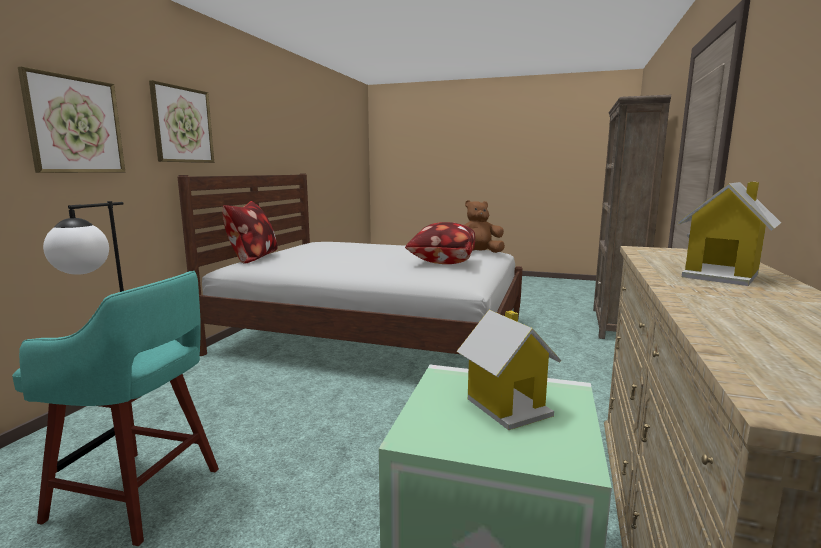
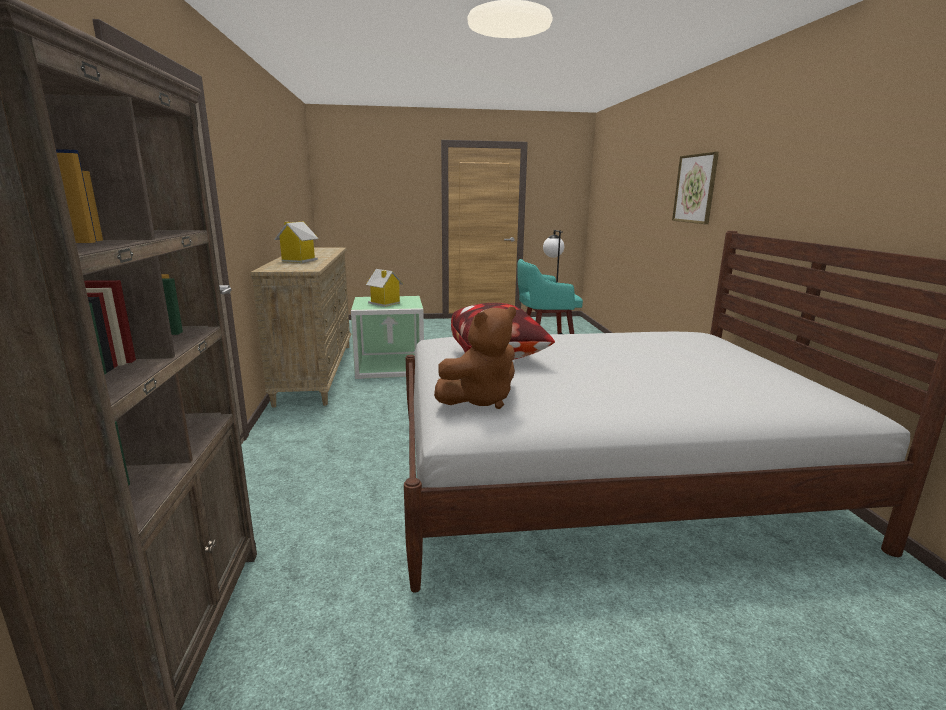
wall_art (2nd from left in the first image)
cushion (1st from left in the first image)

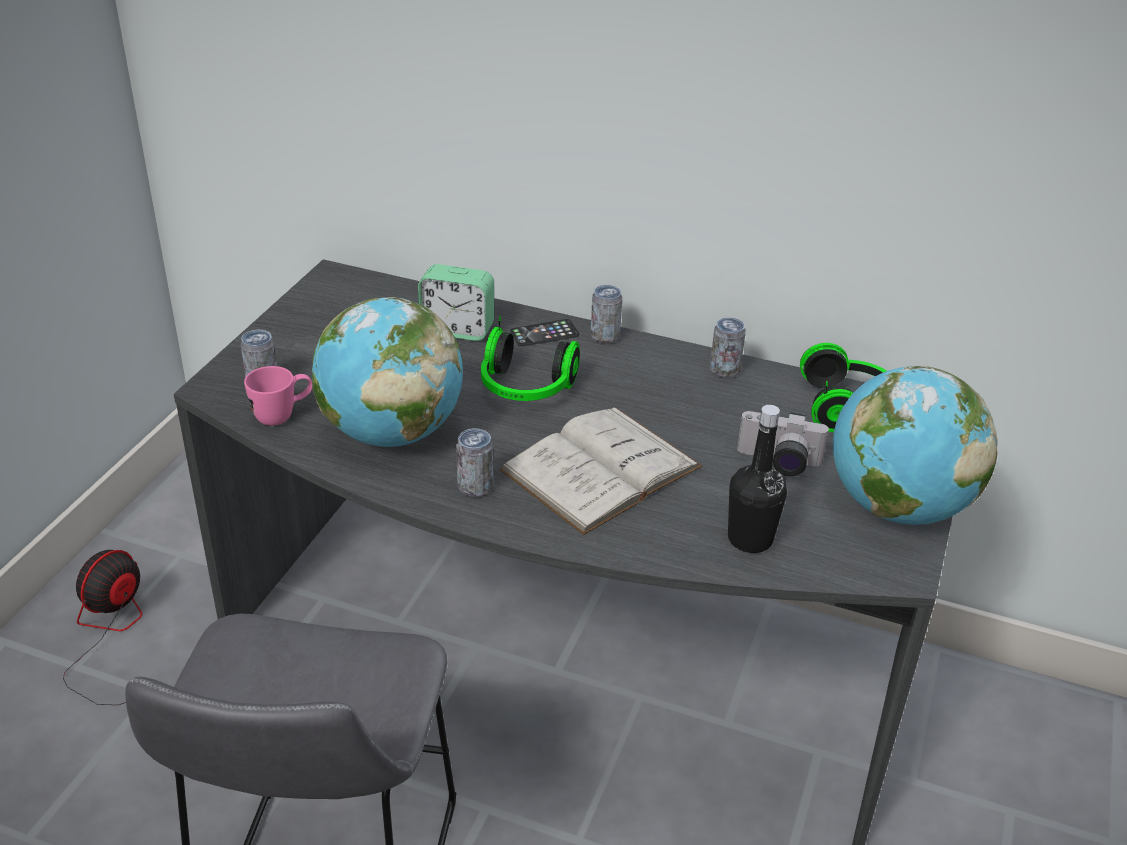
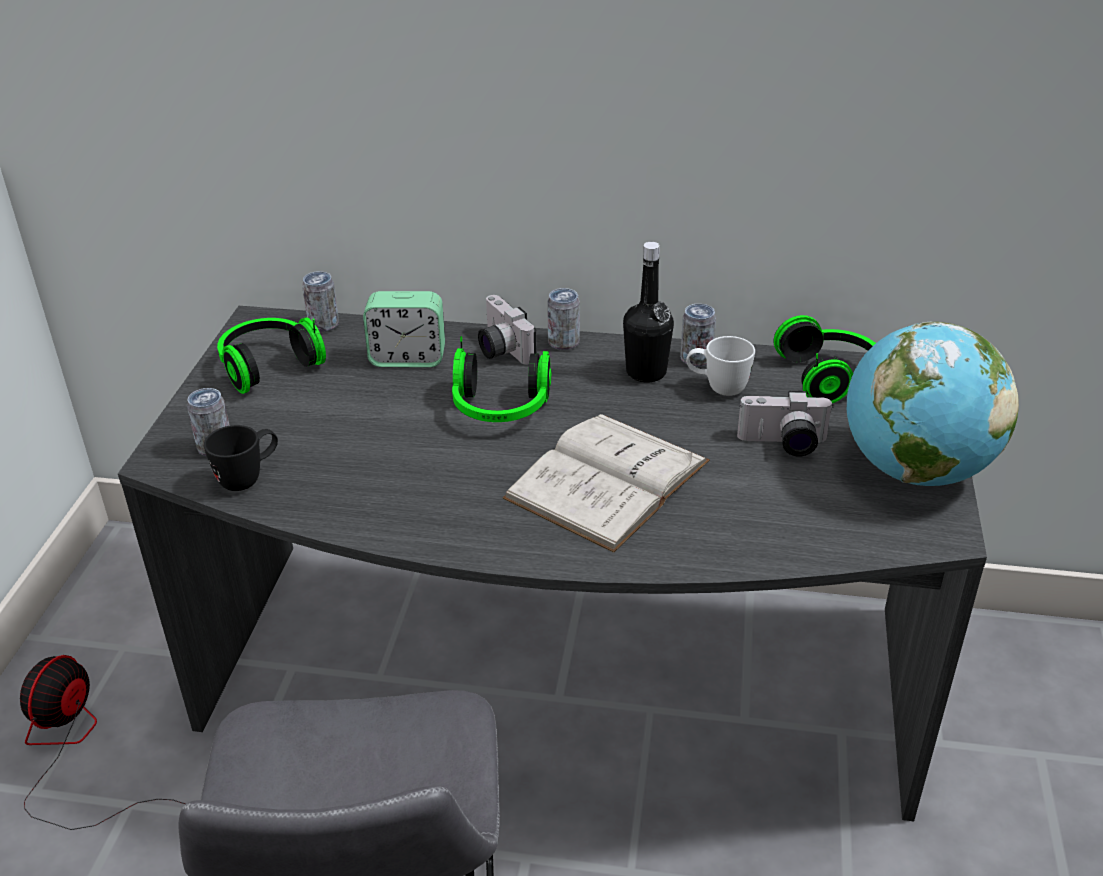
black_coffee_mug
world_globe (1st from left in the first image)
can (2nd from left)
photo_camera (1st from left)
black_drink_bottle
pair_of_headphones (1st from left)
white-coloured_coffee_mug

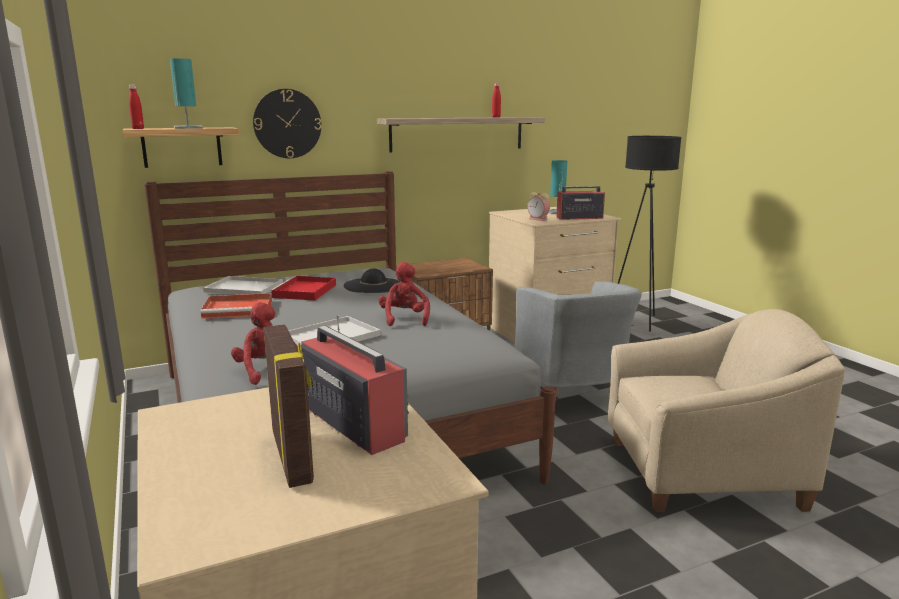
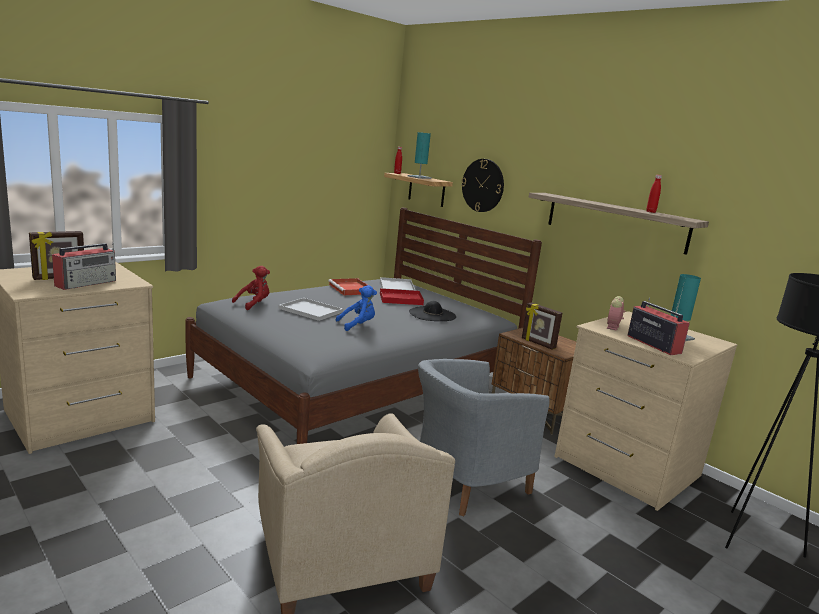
bluish_cuddly_toy
photo_frame (2nd from left)

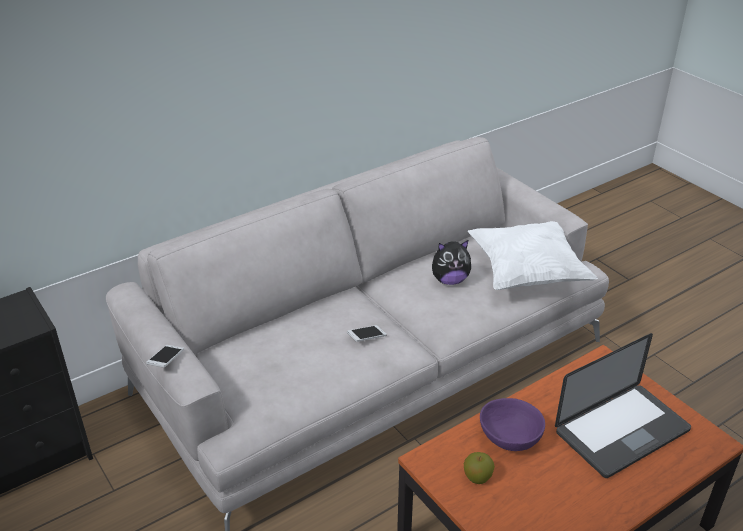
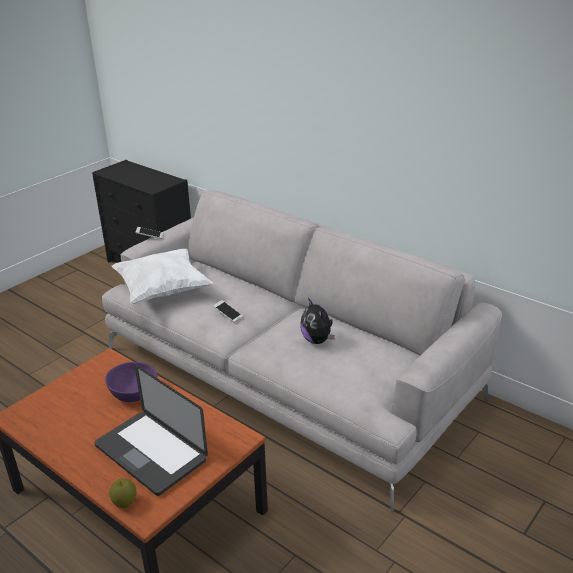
whole_apple
white-coloured_cushion

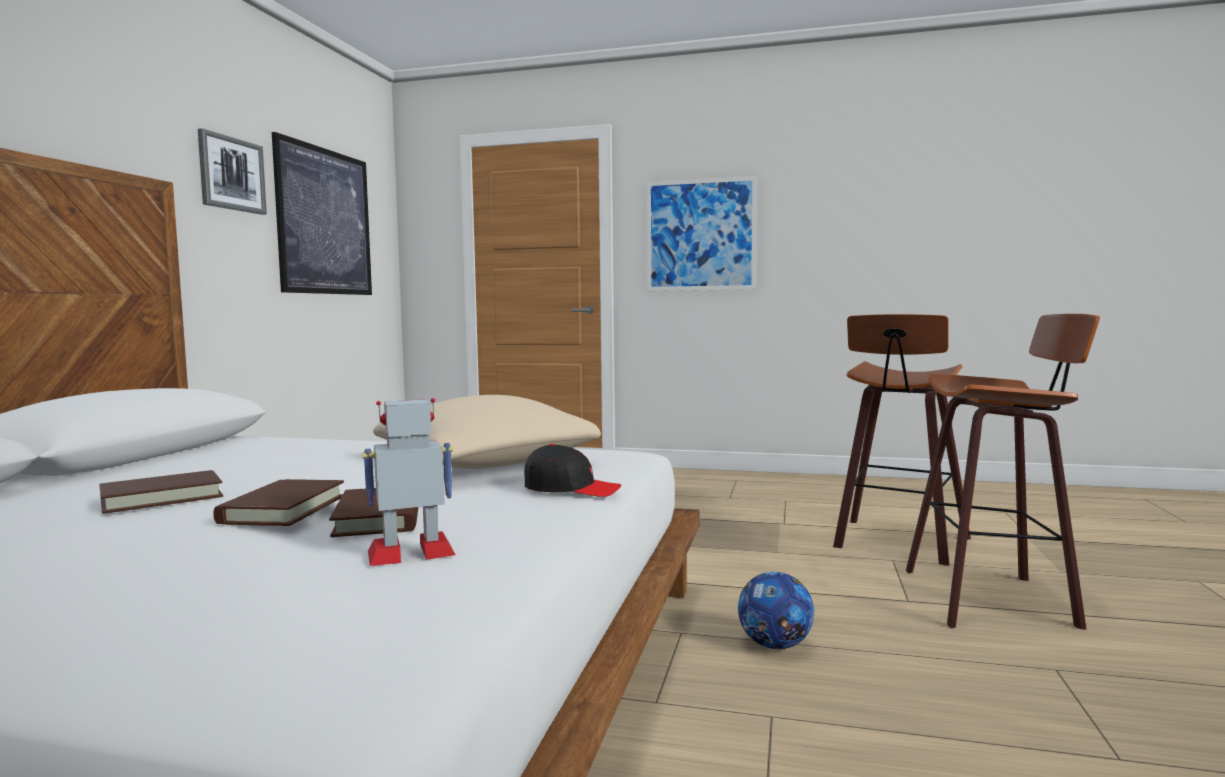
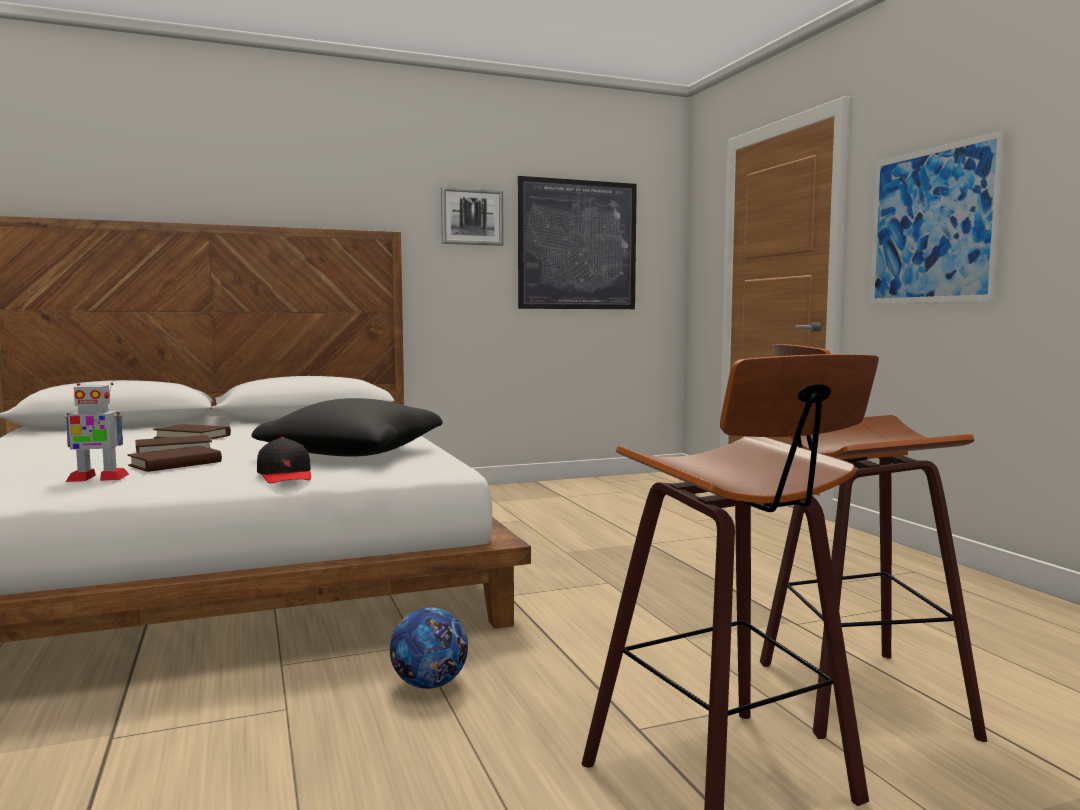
robot_figure
black_cushion

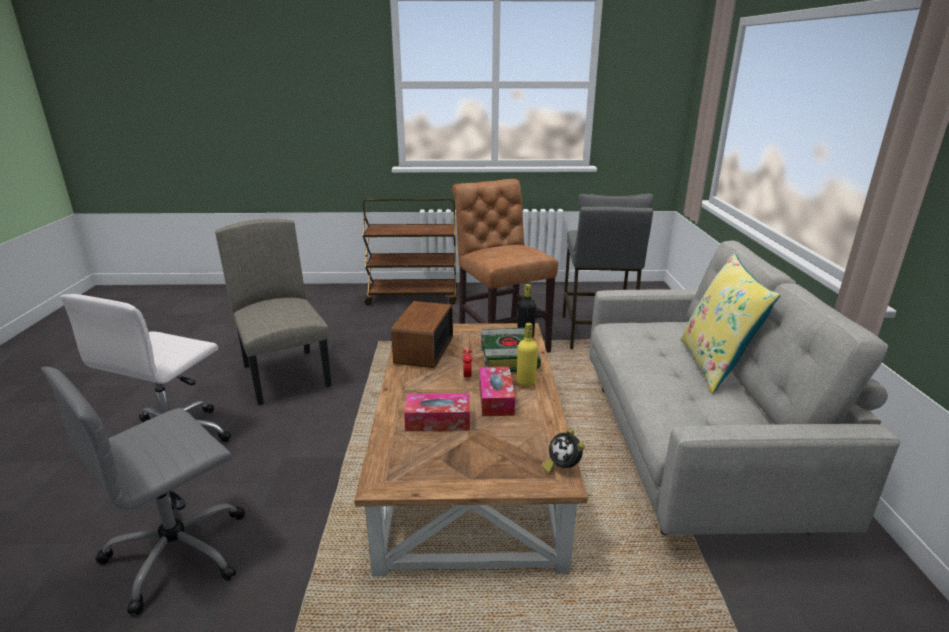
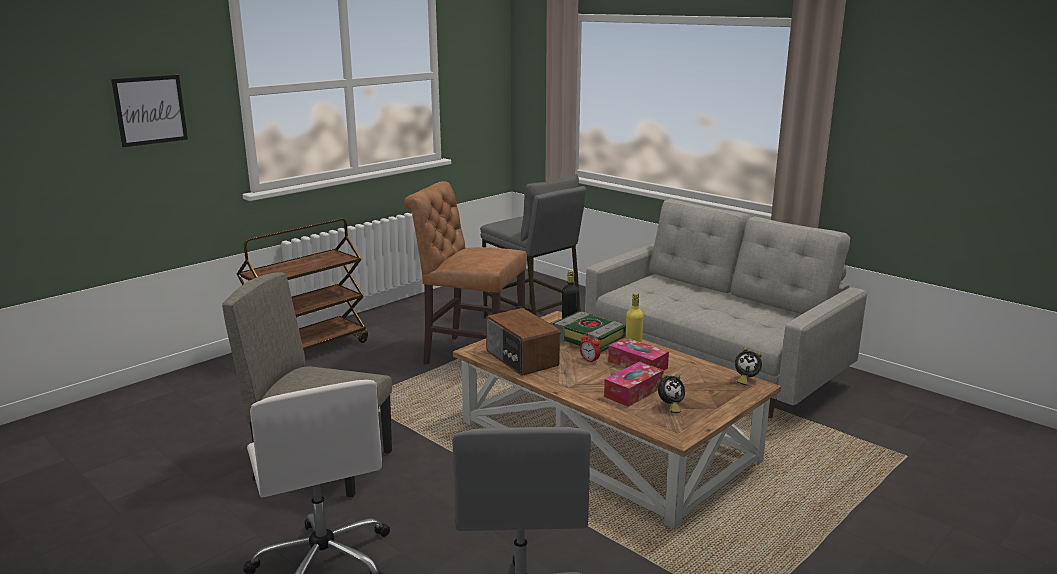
yellowish_cushion
wall_art
table_clock (2nd from left)

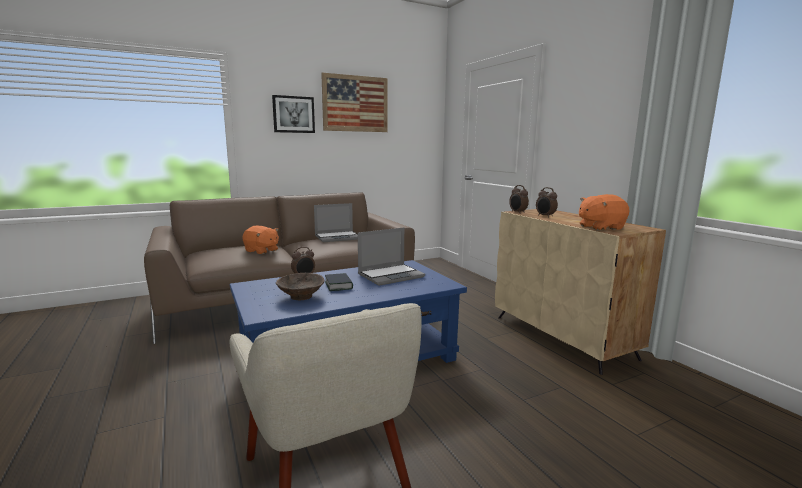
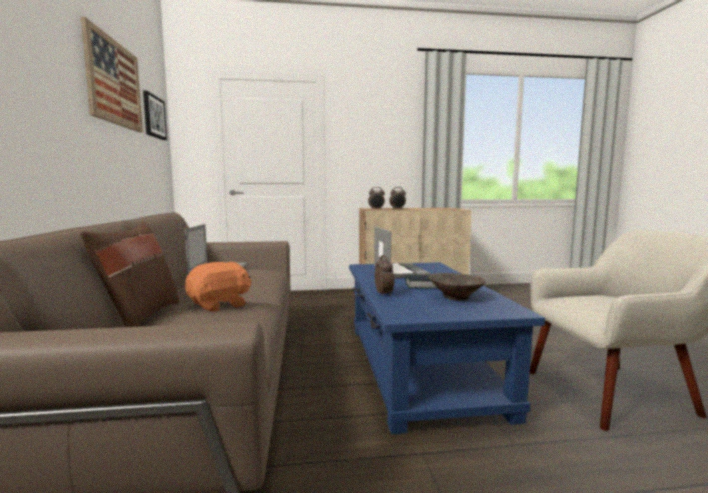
wall_art (2nd from left)
orangey_cuddly_toy (2nd from left in the first image)
brownish_cushion

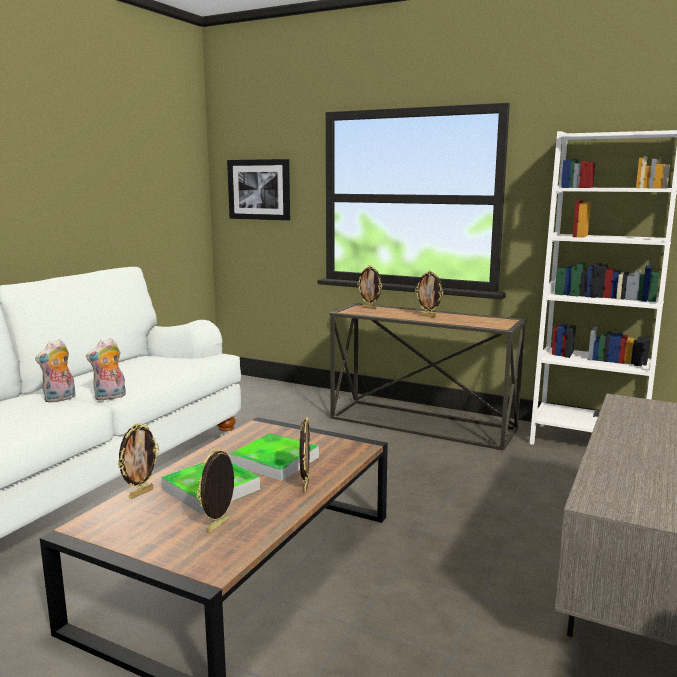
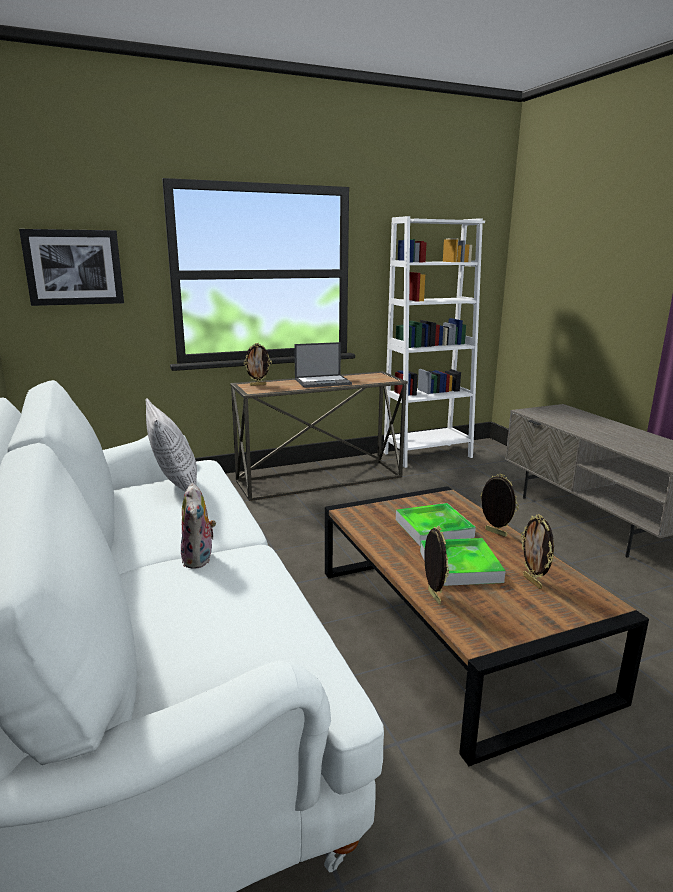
cuddly_toy (2nd from left in the first image)
portable_computer
cushion

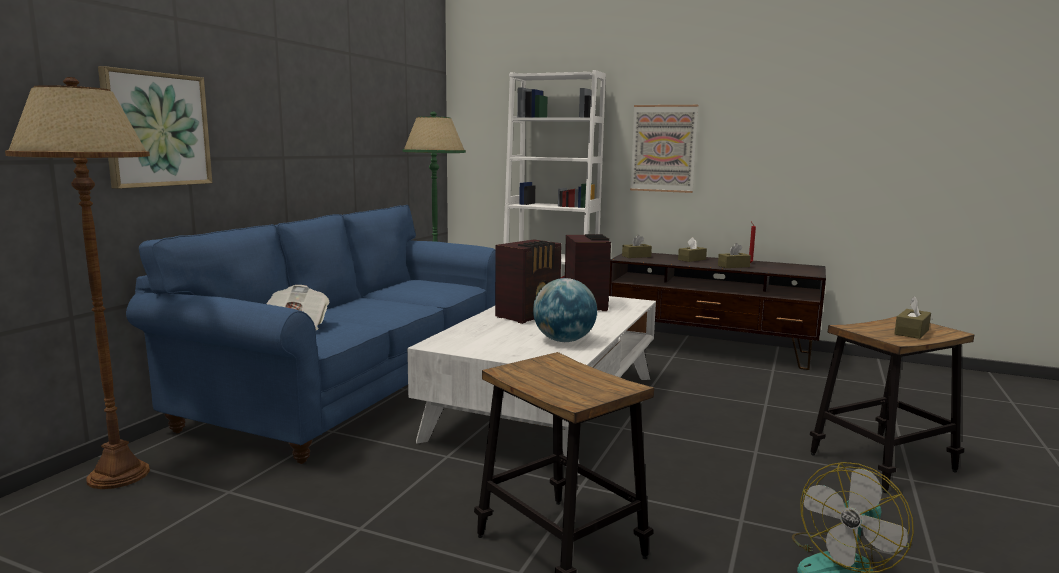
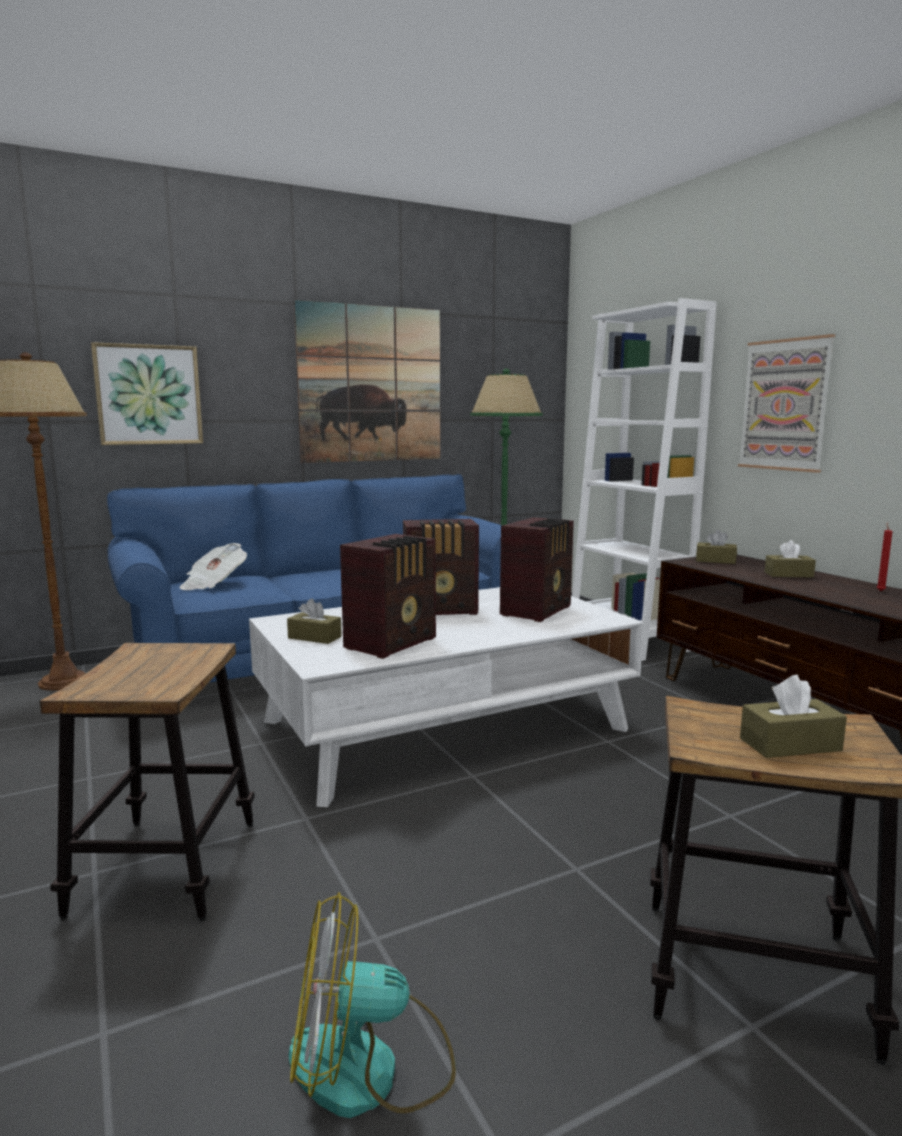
radio_receiver (1st from left)
brownish_box_of_tissues (1st from left)
wall_art (2nd from left)

